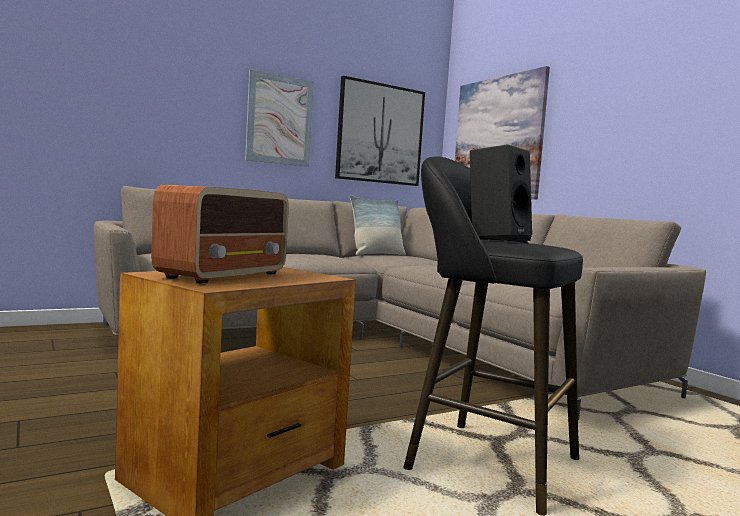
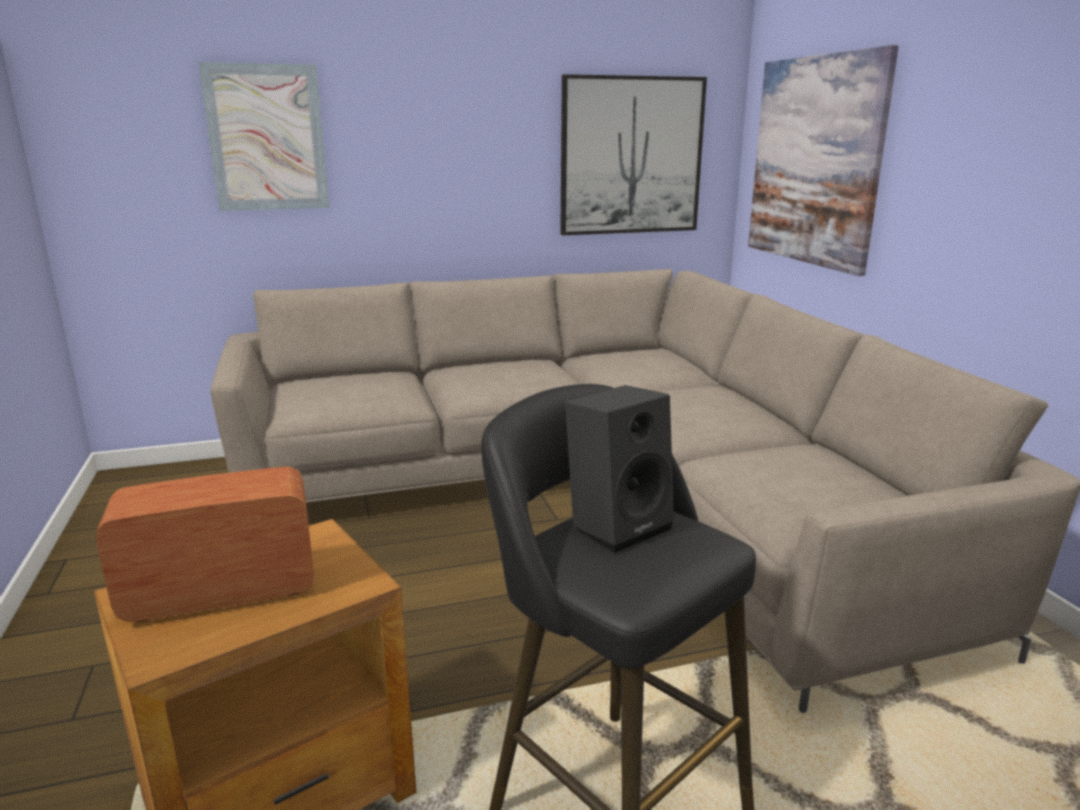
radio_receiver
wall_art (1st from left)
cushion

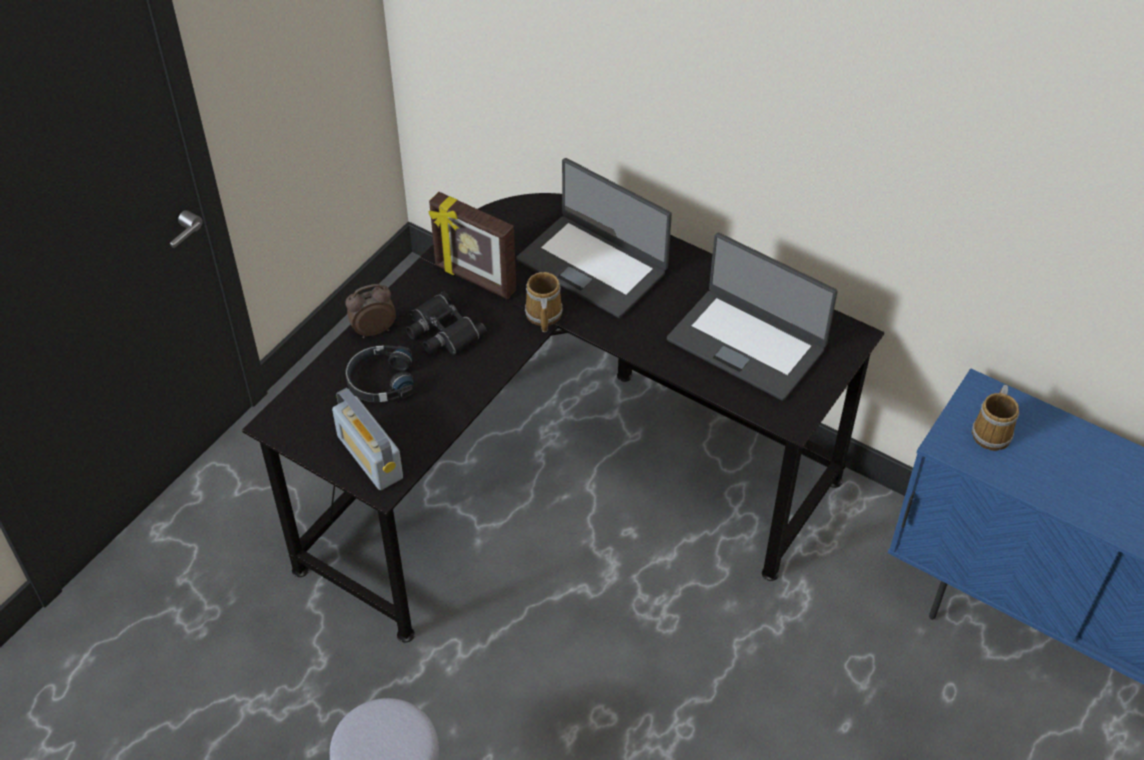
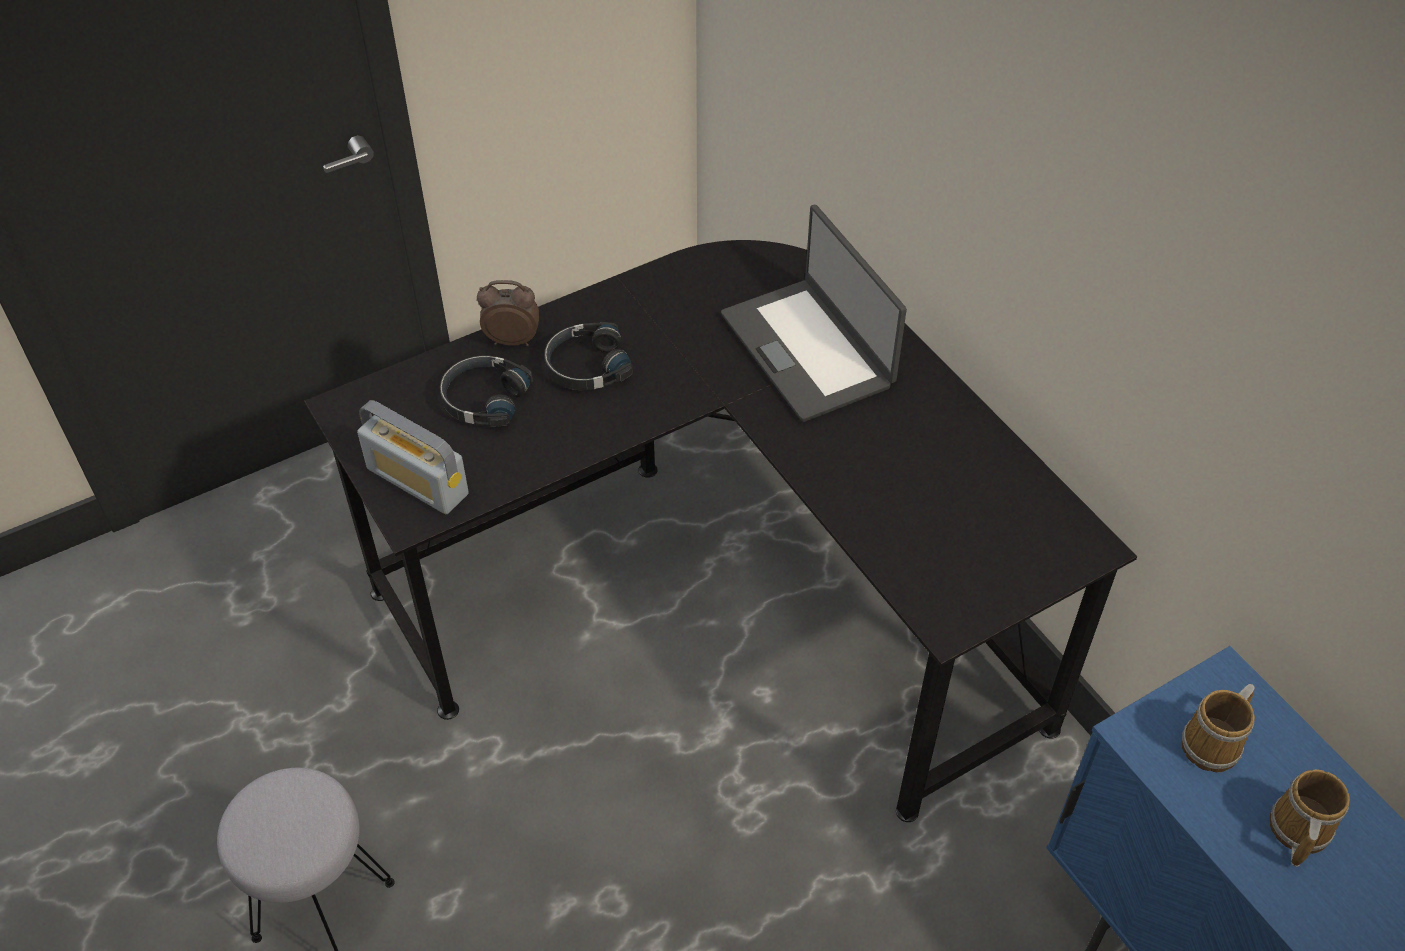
radio_receiver
black_pair_of_headphones (2nd from left)
photo_frame
coffee_mug (2nd from left)
portable_computer (2nd from left in the first image)

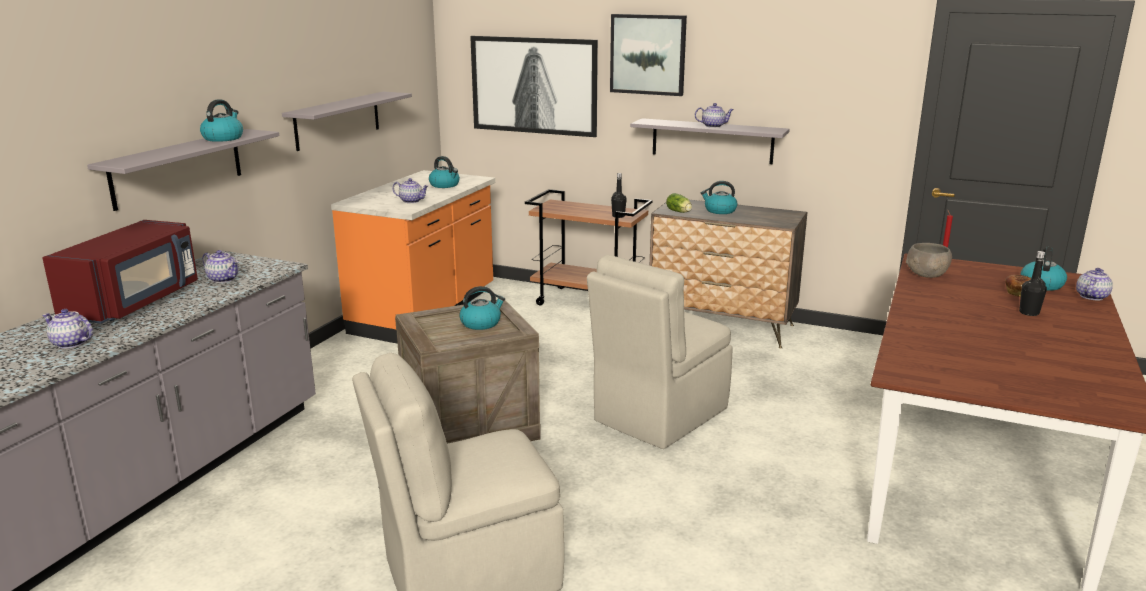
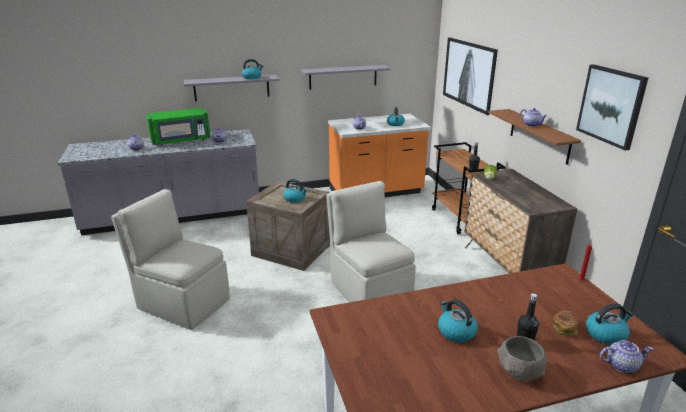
green-coloured_microwave_oven
sand-coloured_chair (2nd from left)
wall_art (2nd from left)
brownish_bracket_shelf
tea_kettle (4th from left)
greyish_bowl

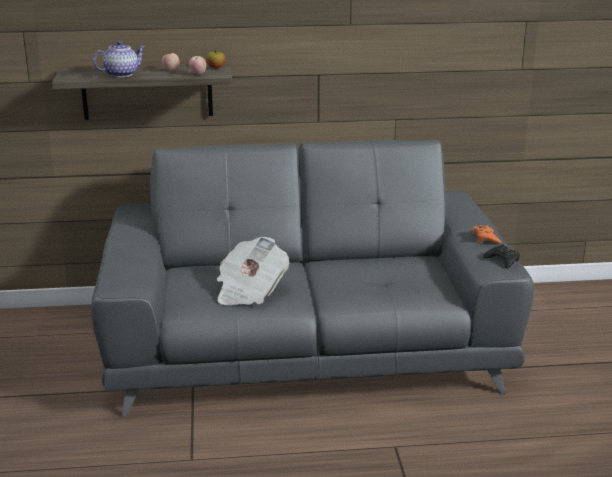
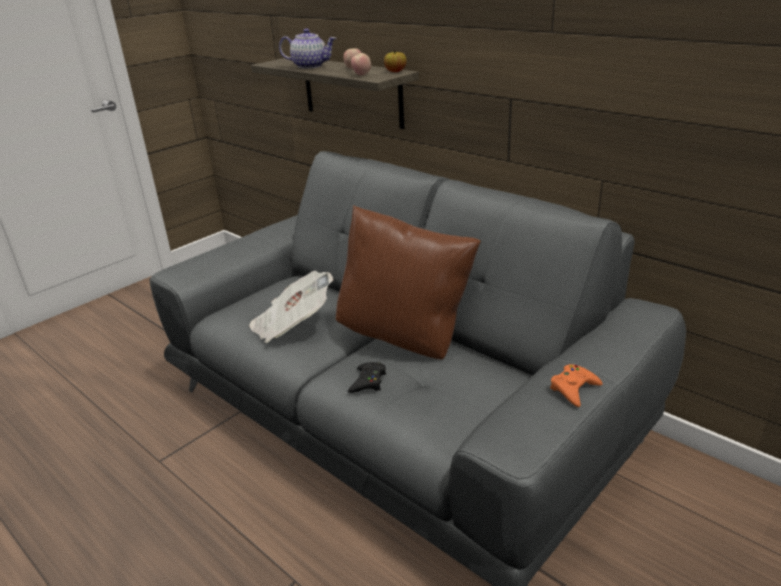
black_game_controller
brownish_cushion

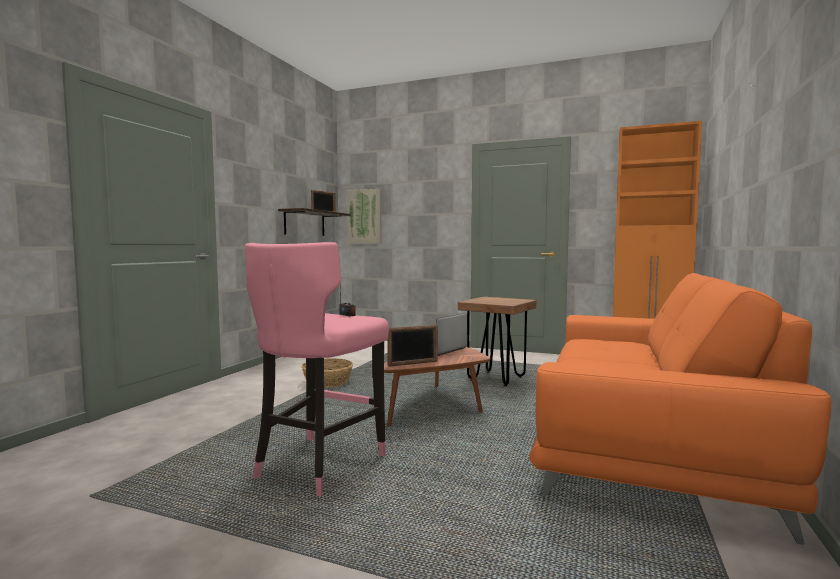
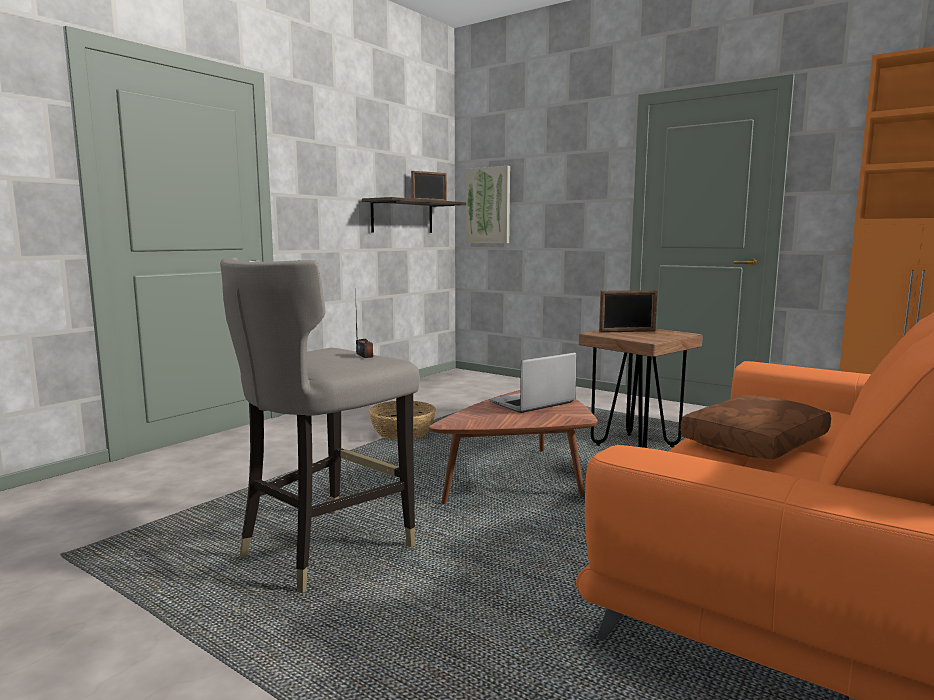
greyish_stool_seat
photo_frame (2nd from left)
brownish_cushion

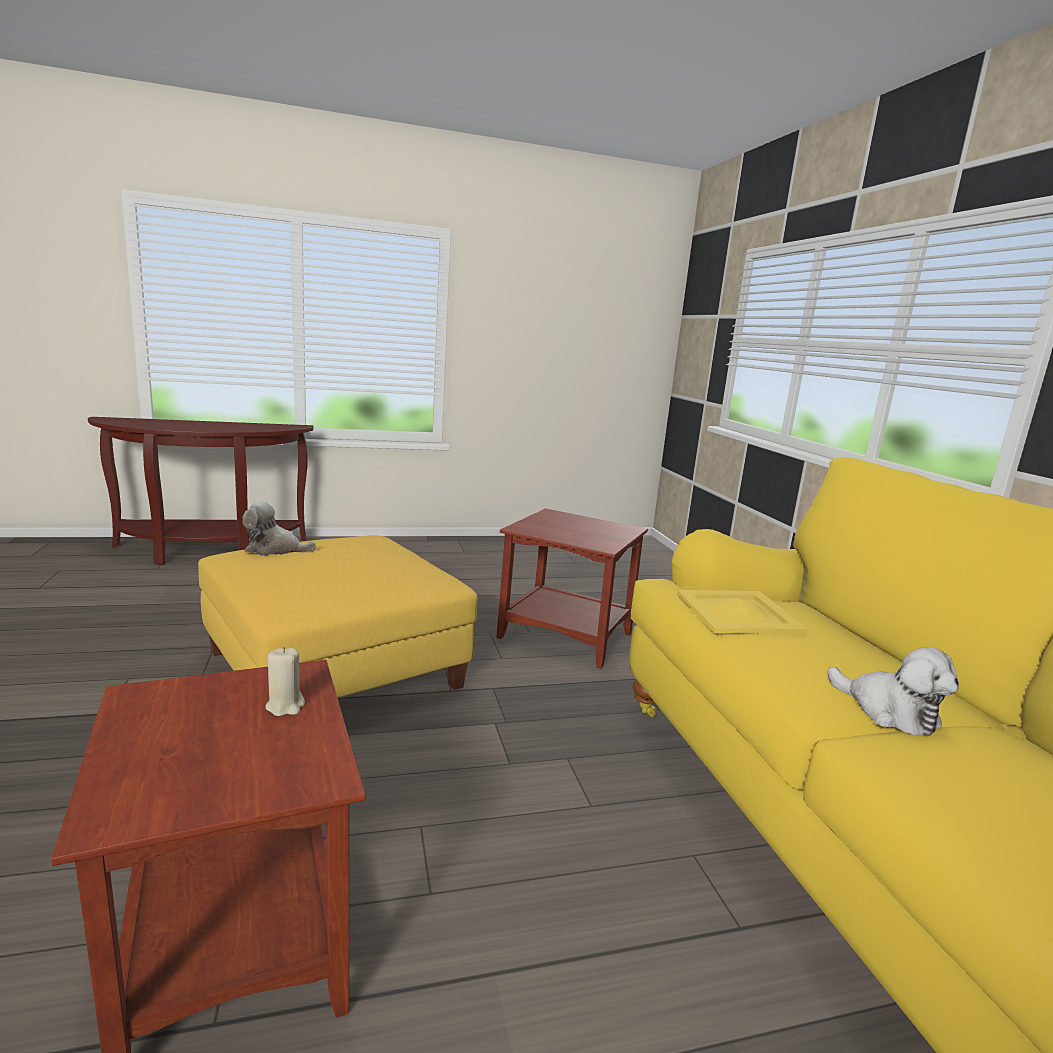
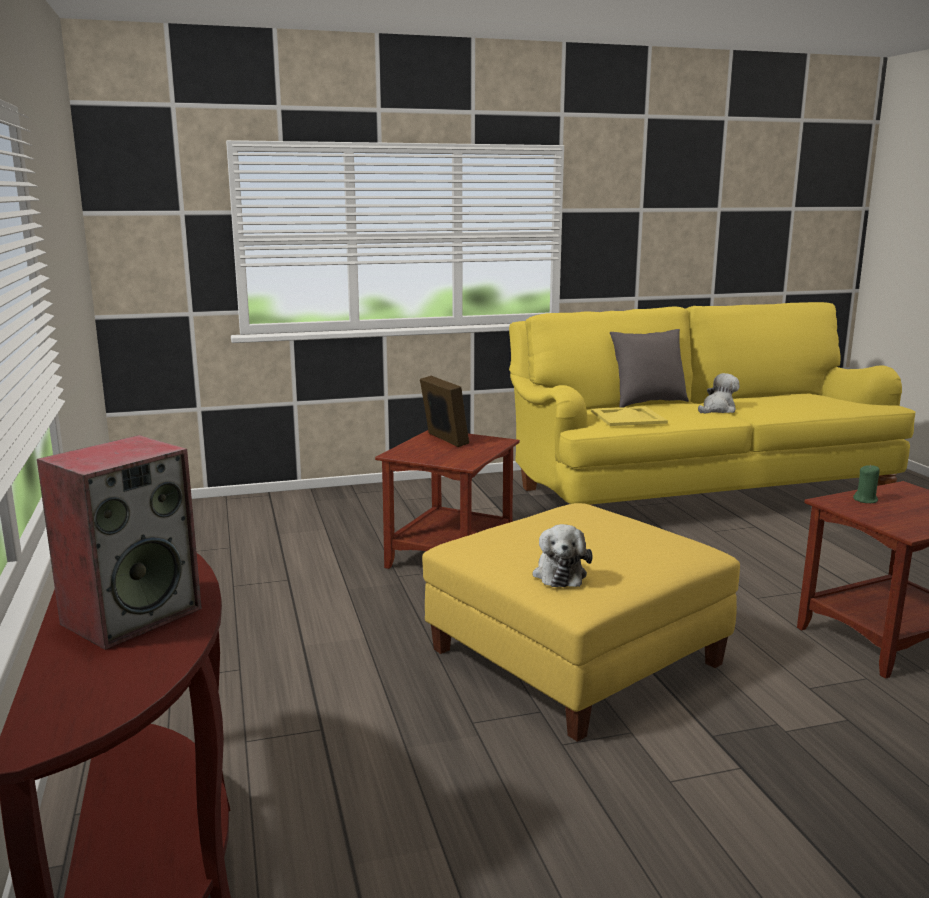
green-coloured_candle
speaker
photo_frame
greyish_cushion

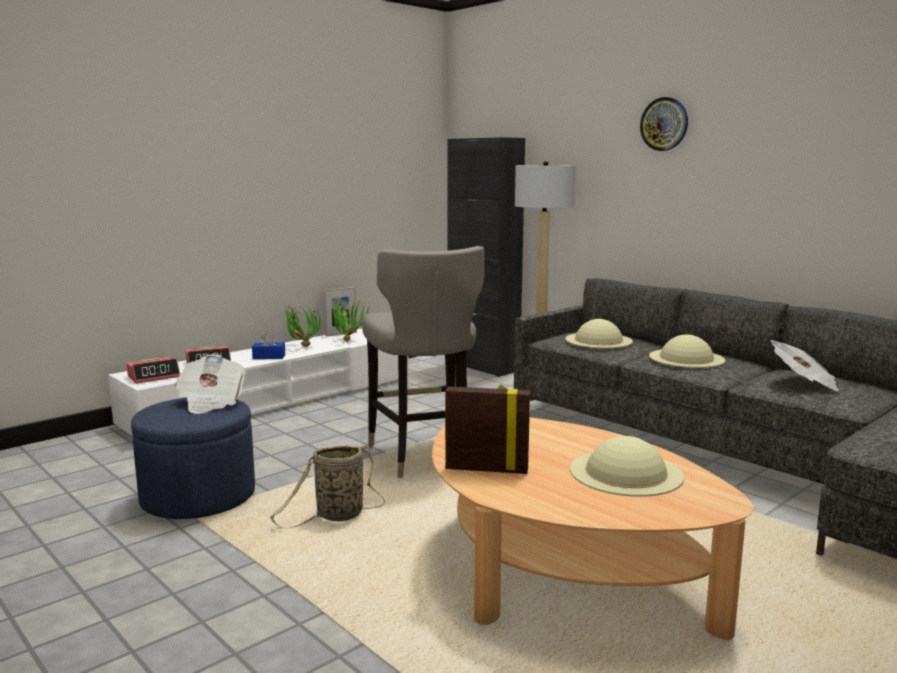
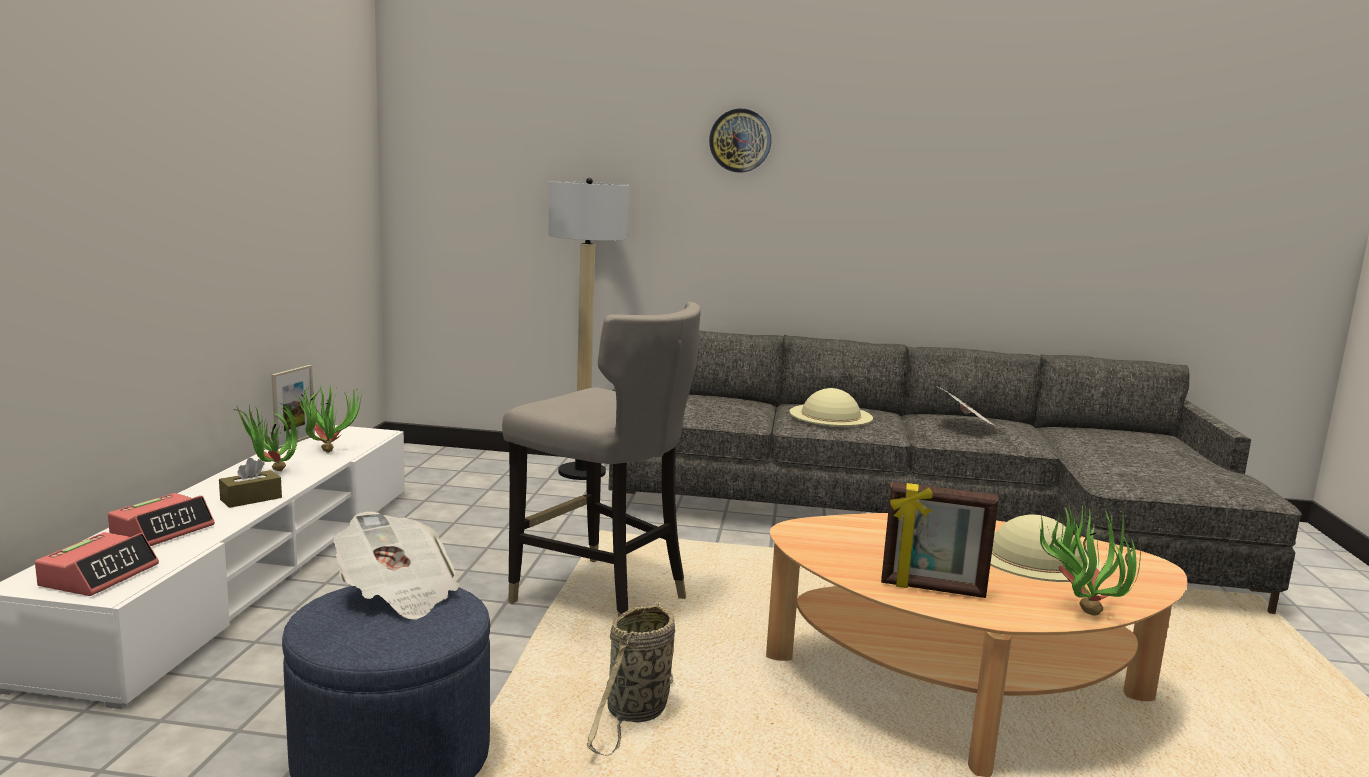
brownish_box_of_tissues
photo_frame (2nd from left)
black_cabinet
sand-coloured_hat (1st from left in the first image)
houseplant (3rd from left)

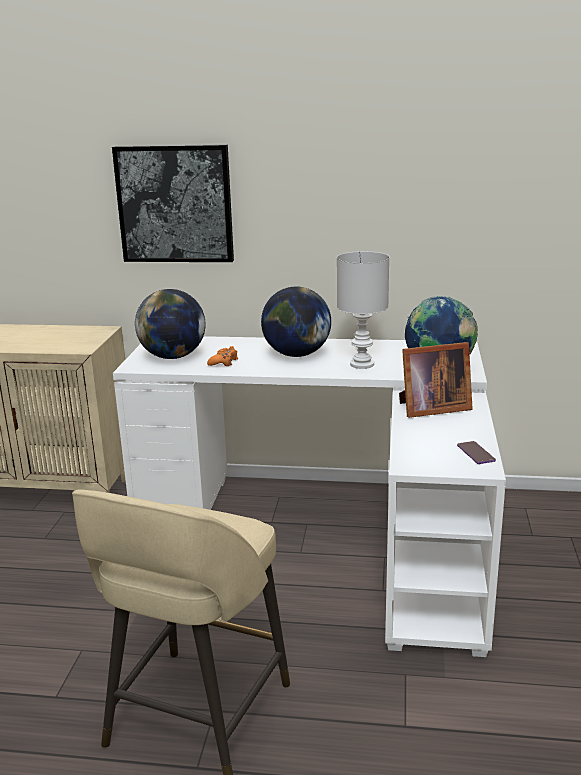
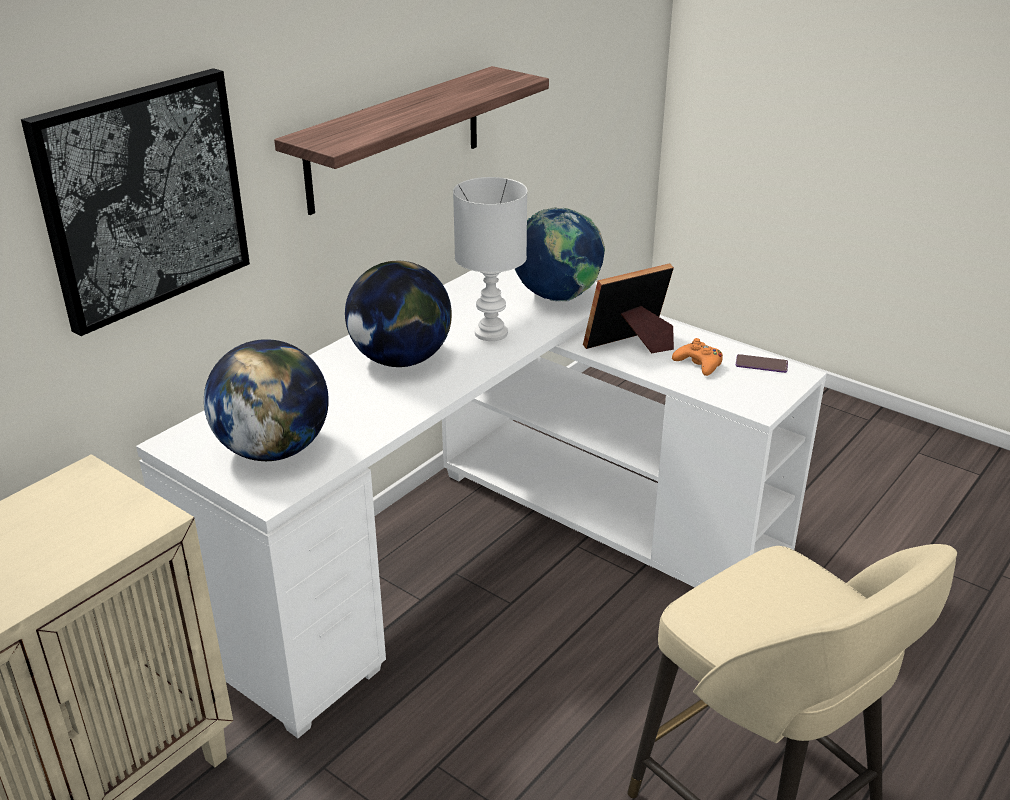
orangey_game_controller
photo_frame
bracket_shelf

